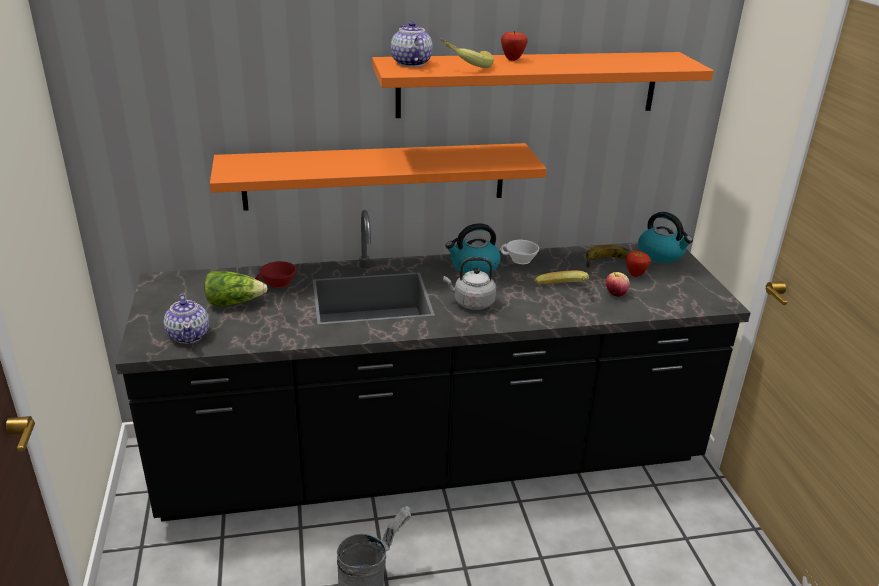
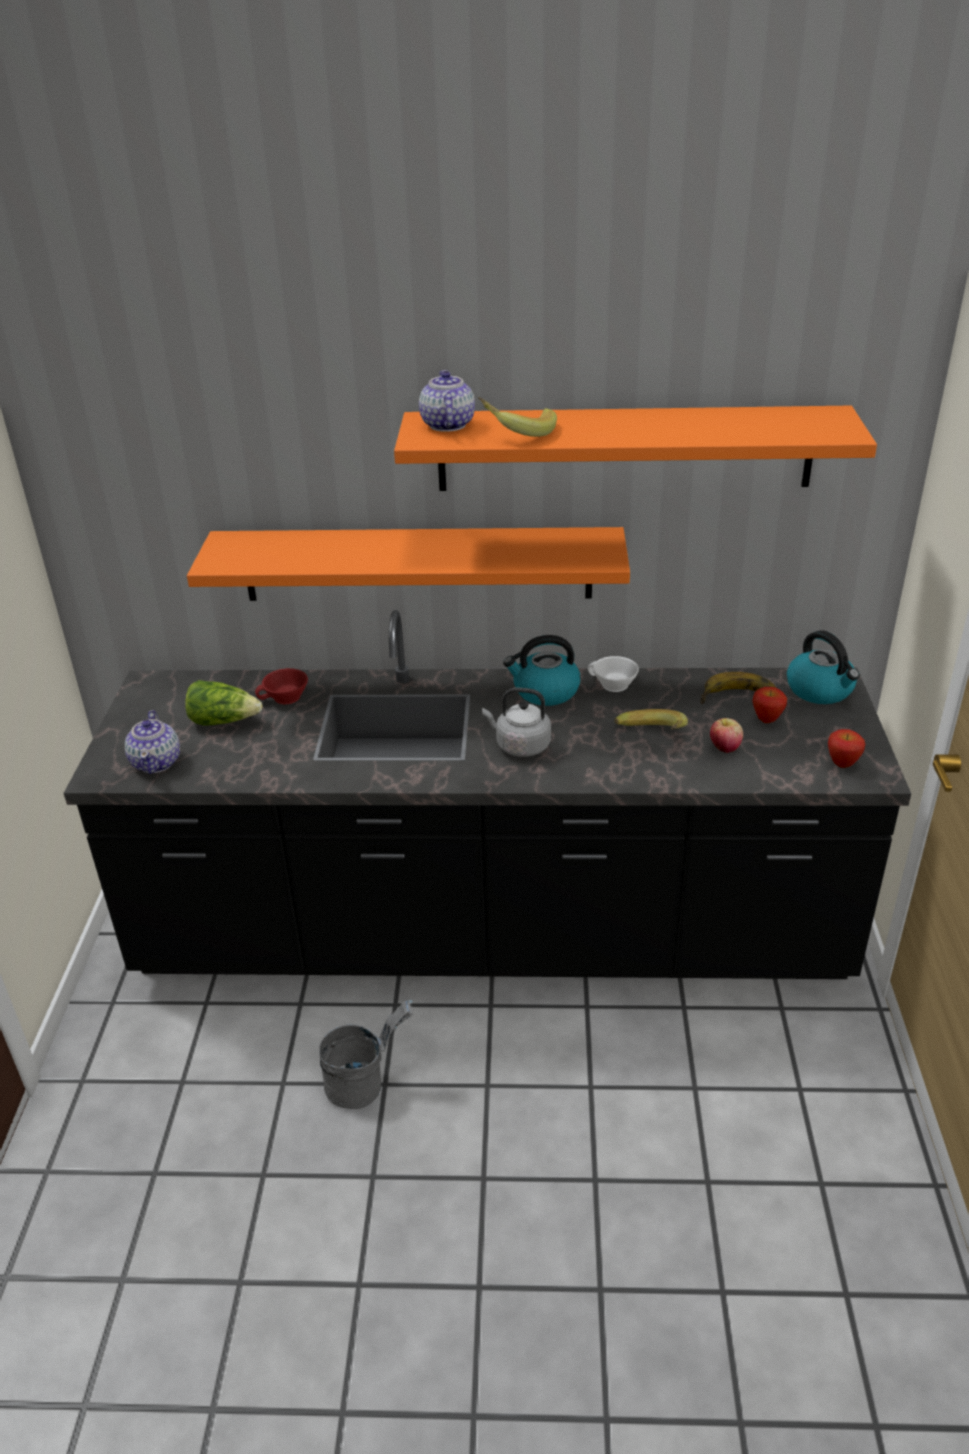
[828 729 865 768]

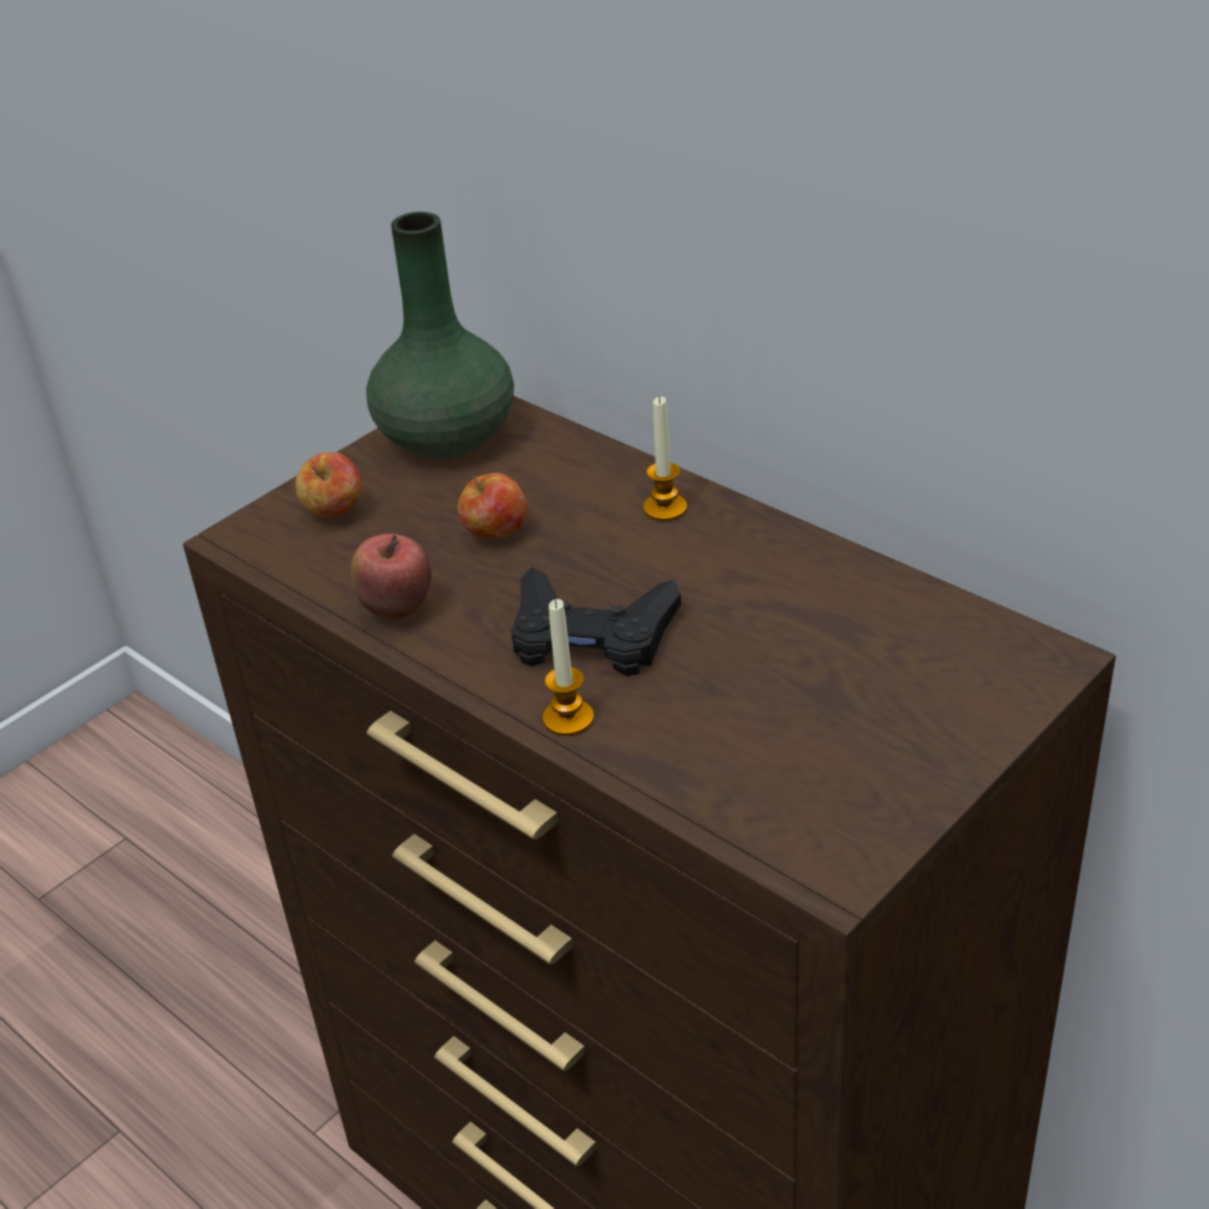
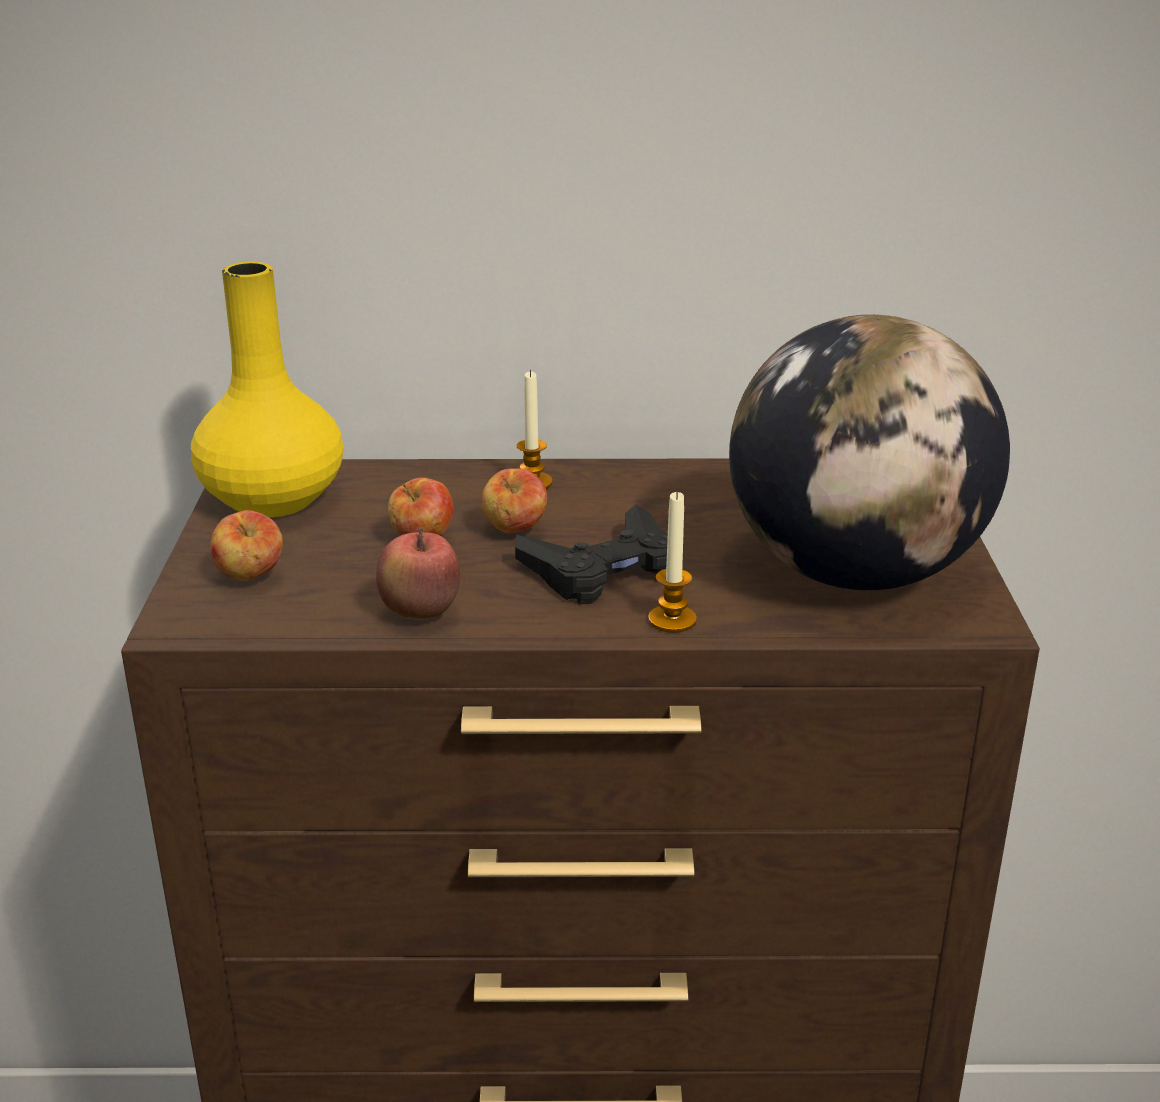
[191 262 344 518]
[729 315 1010 590]
[482 469 547 533]

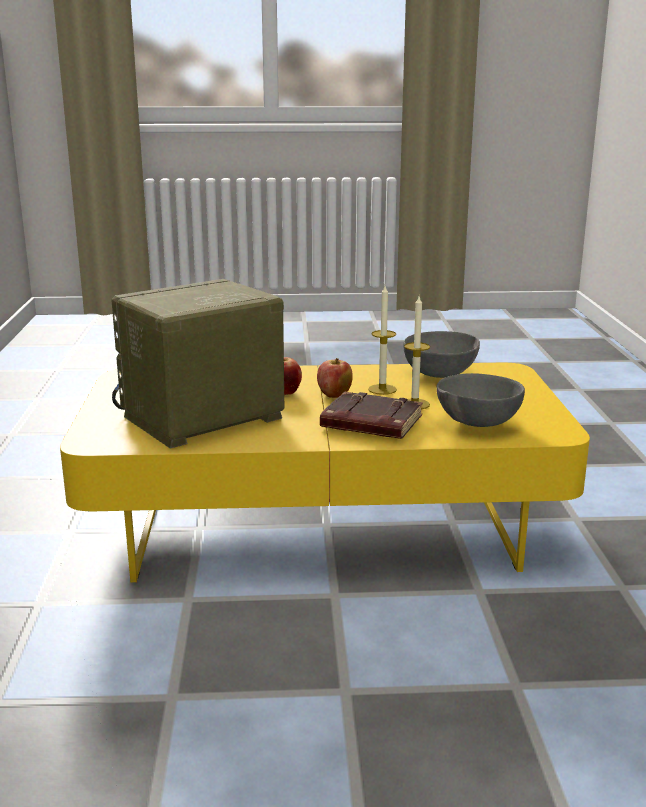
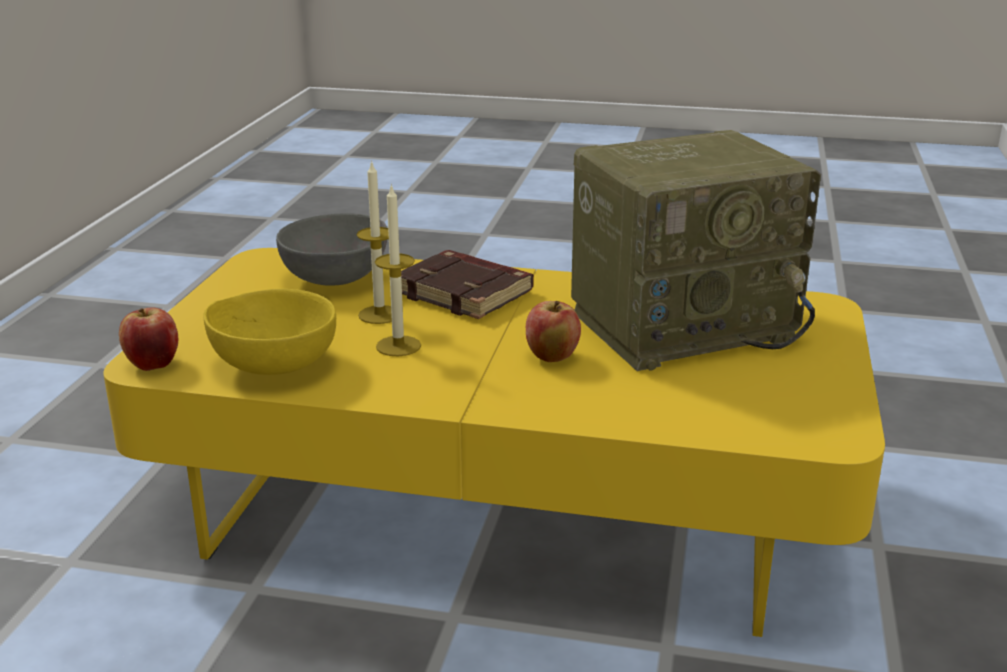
[203 289 336 375]
[119 307 178 371]

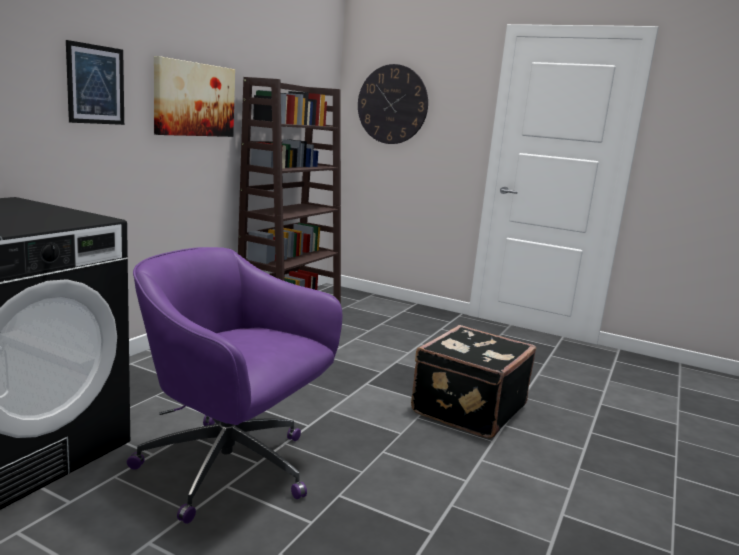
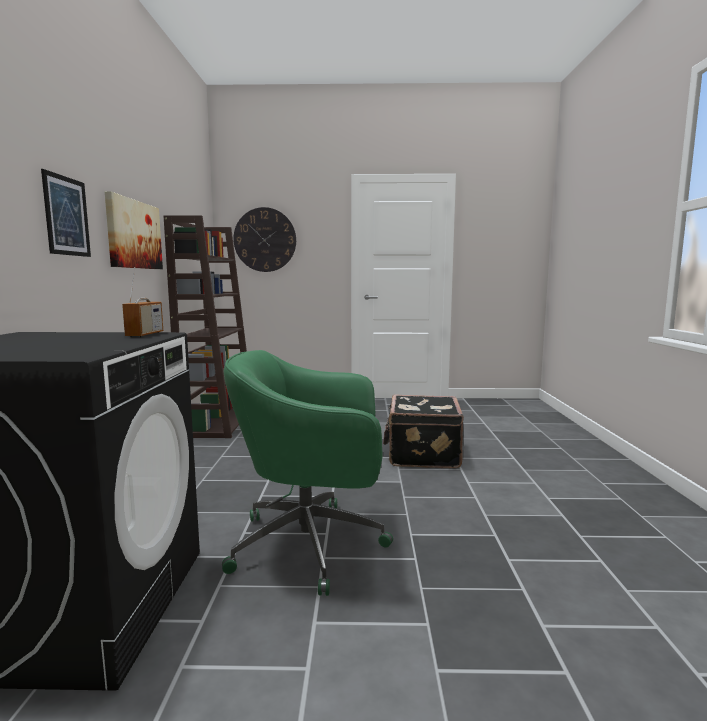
[222 350 393 596]
[122 267 163 337]

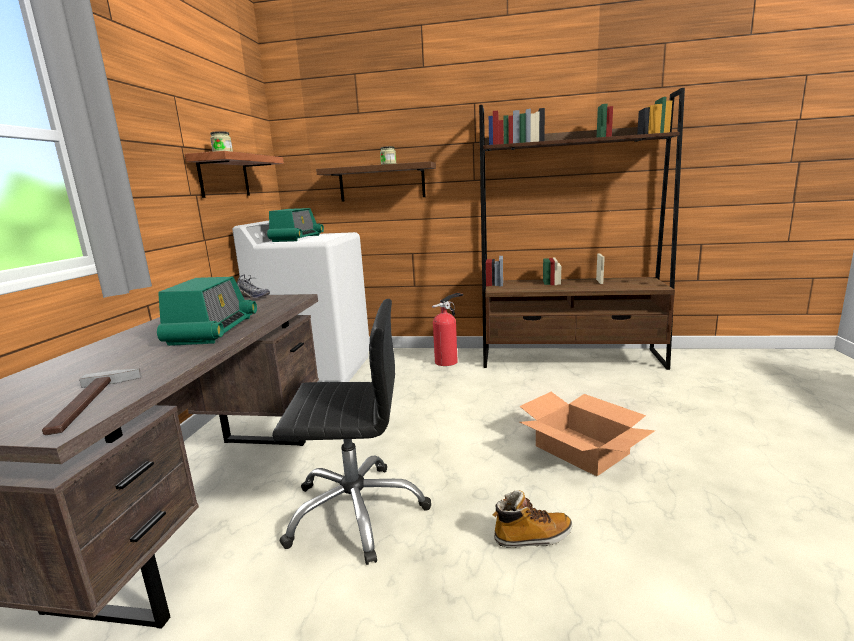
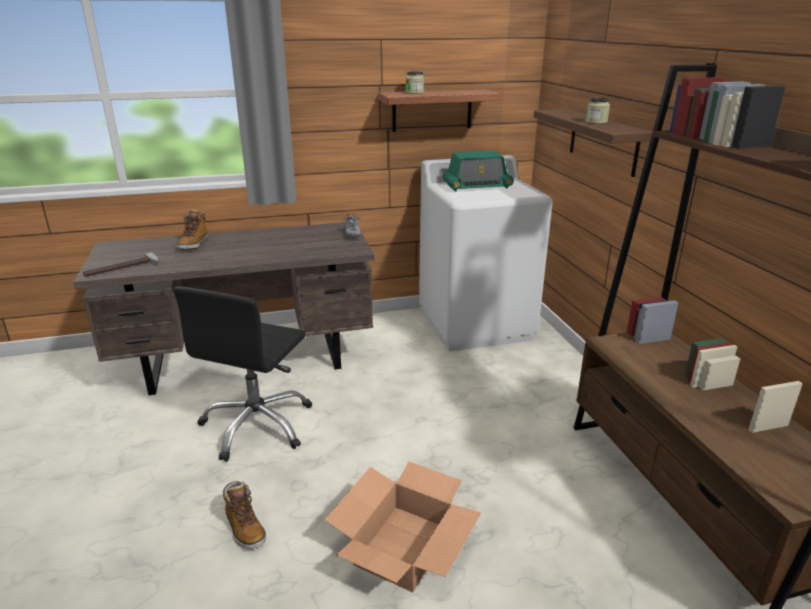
[157 277 257 346] (first image)
[432 293 463 366] (first image)
[174 287 312 461]
[176 209 209 250]

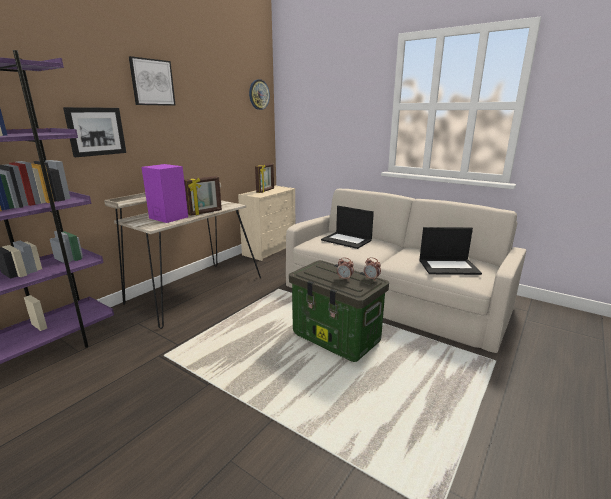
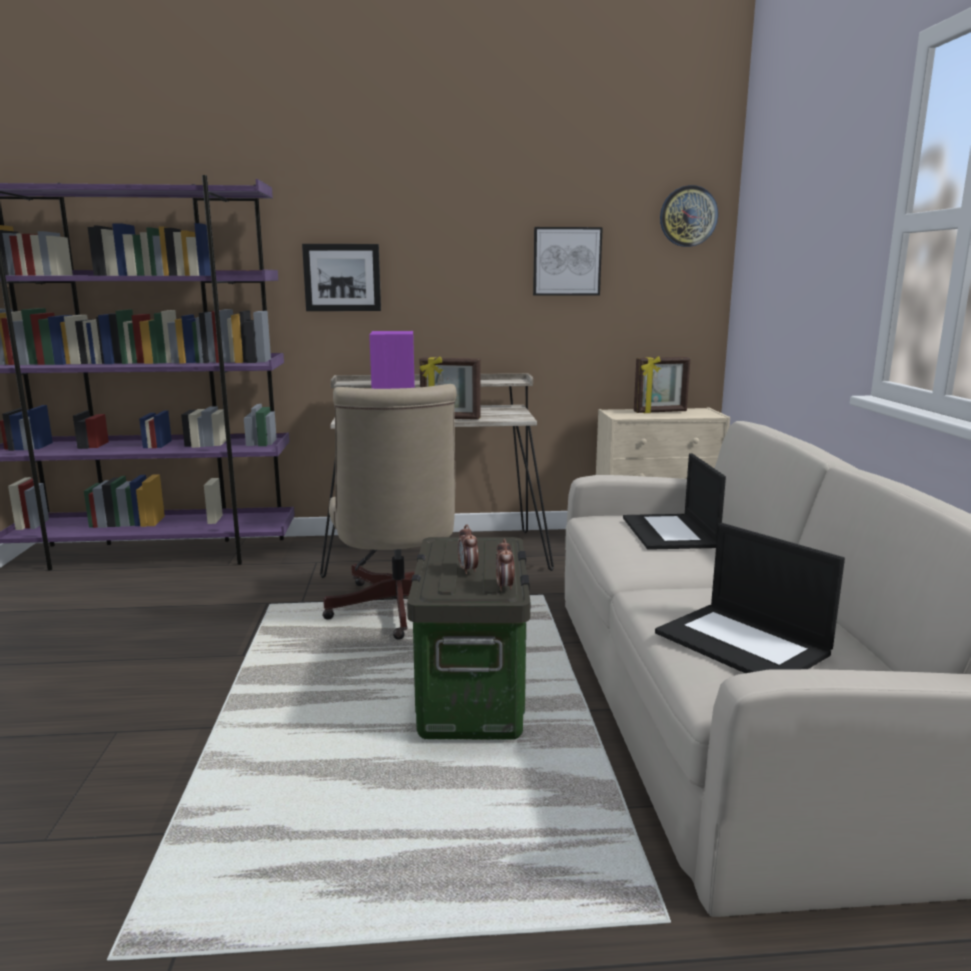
[533 227 603 296]
[322 384 457 640]

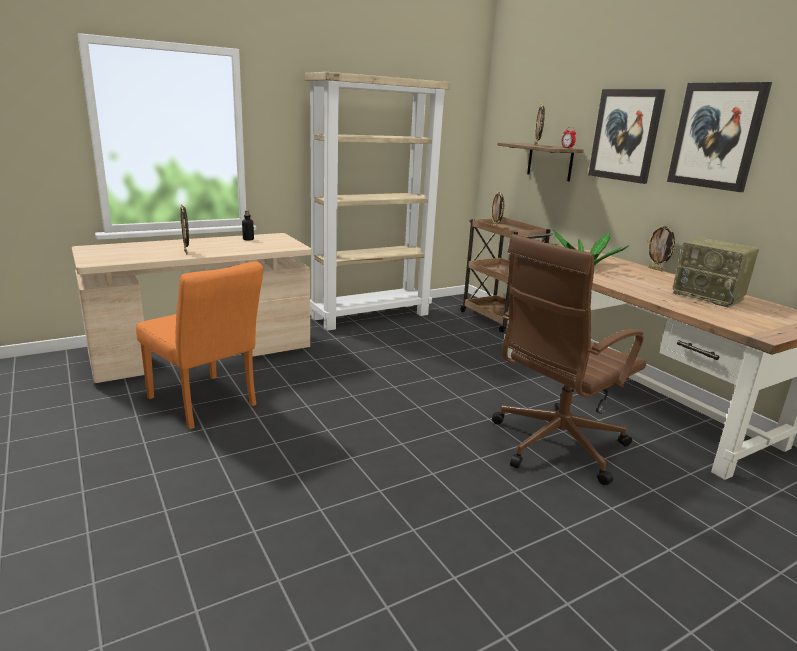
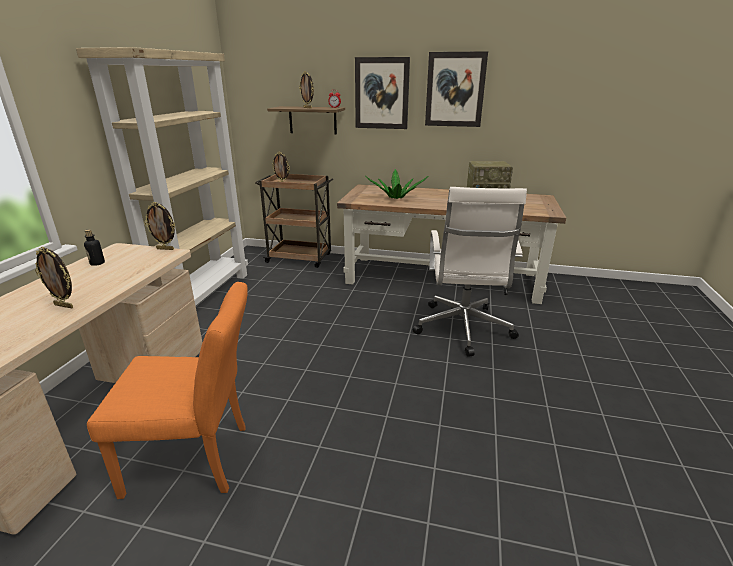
[144 202 175 250]
[413 187 527 357]

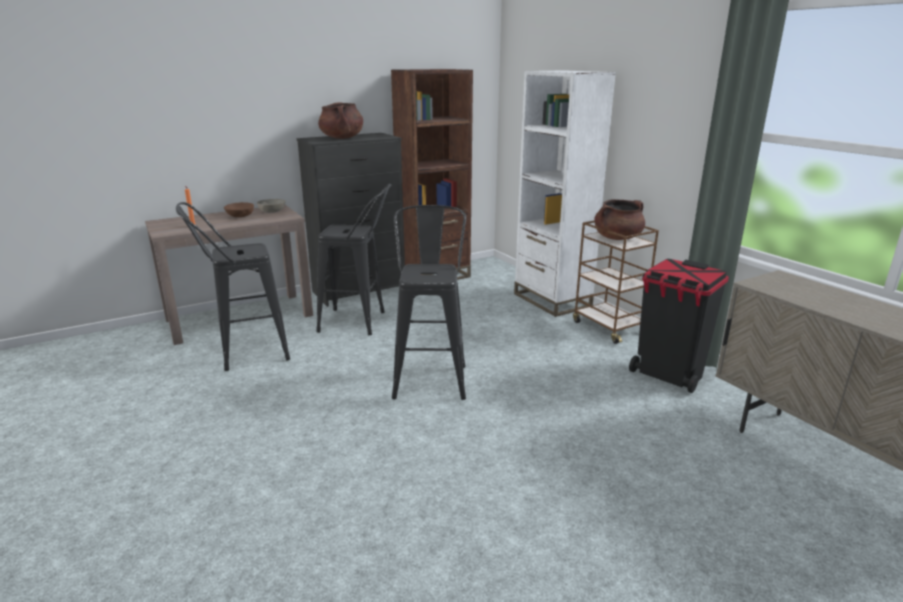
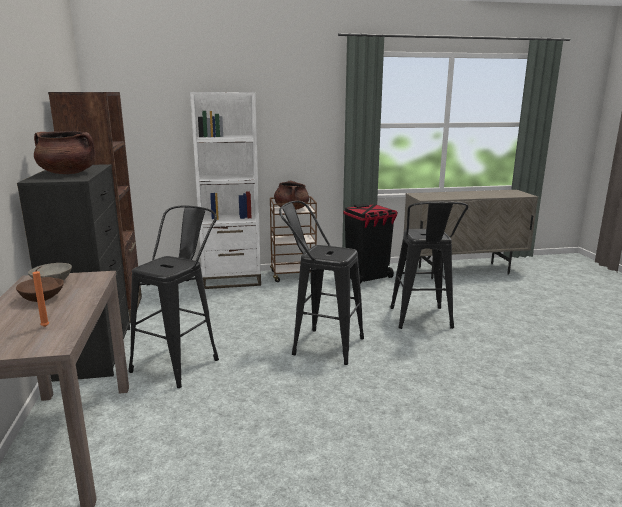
[390 202 468 329]

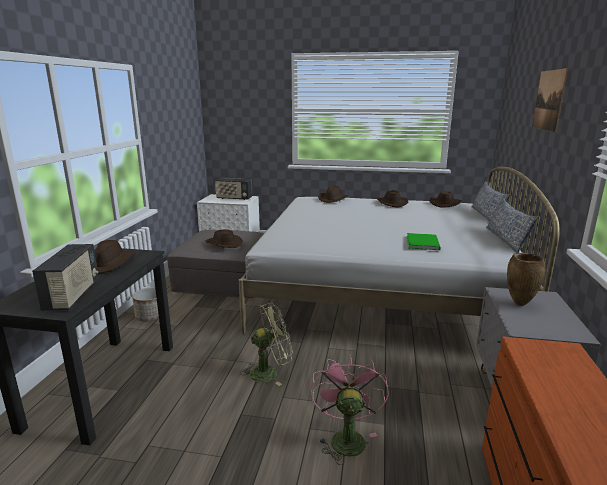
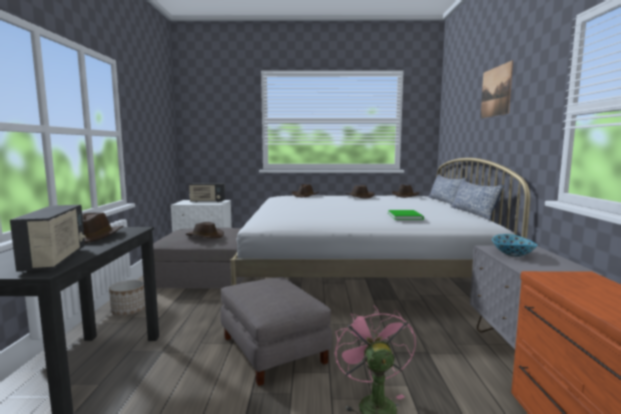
[492 234 538 257]
[220 277 332 386]

